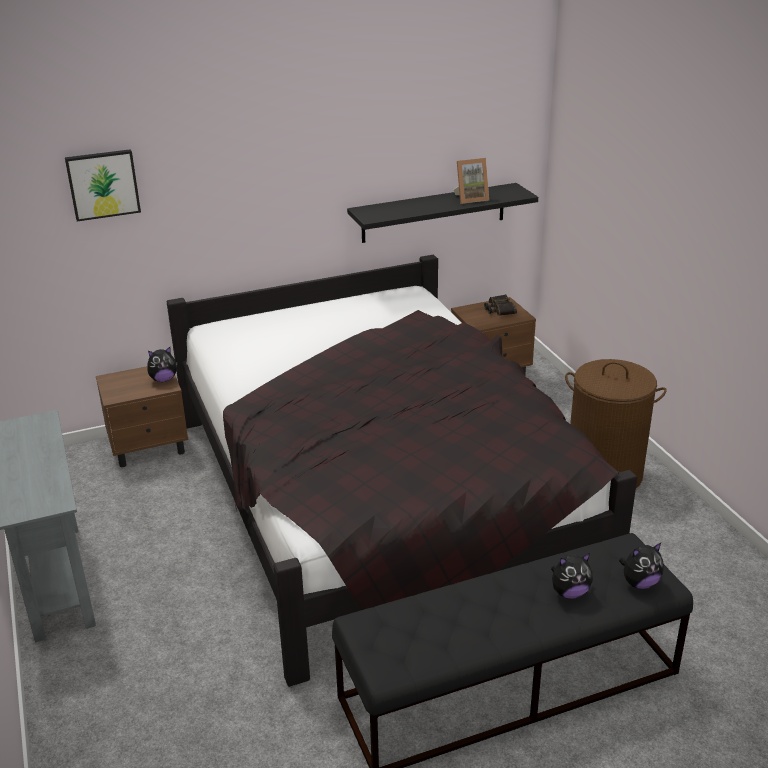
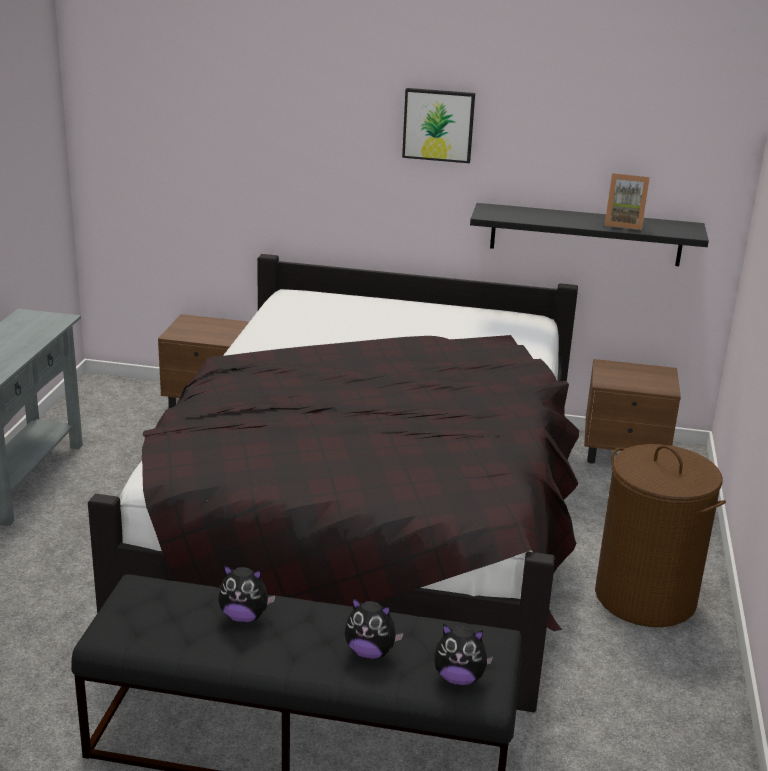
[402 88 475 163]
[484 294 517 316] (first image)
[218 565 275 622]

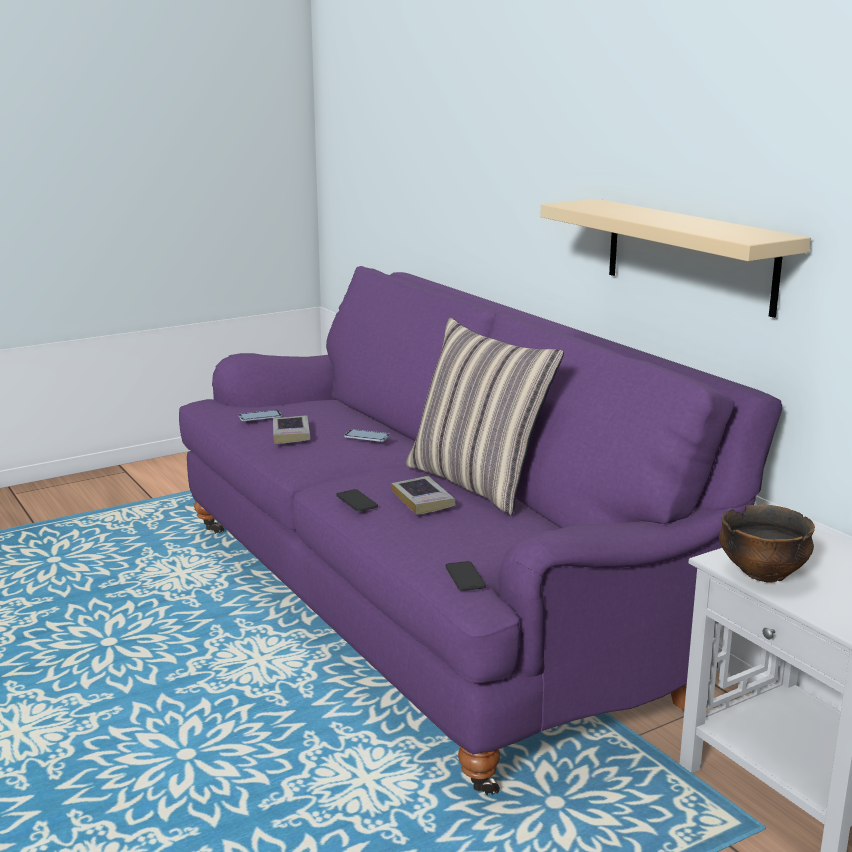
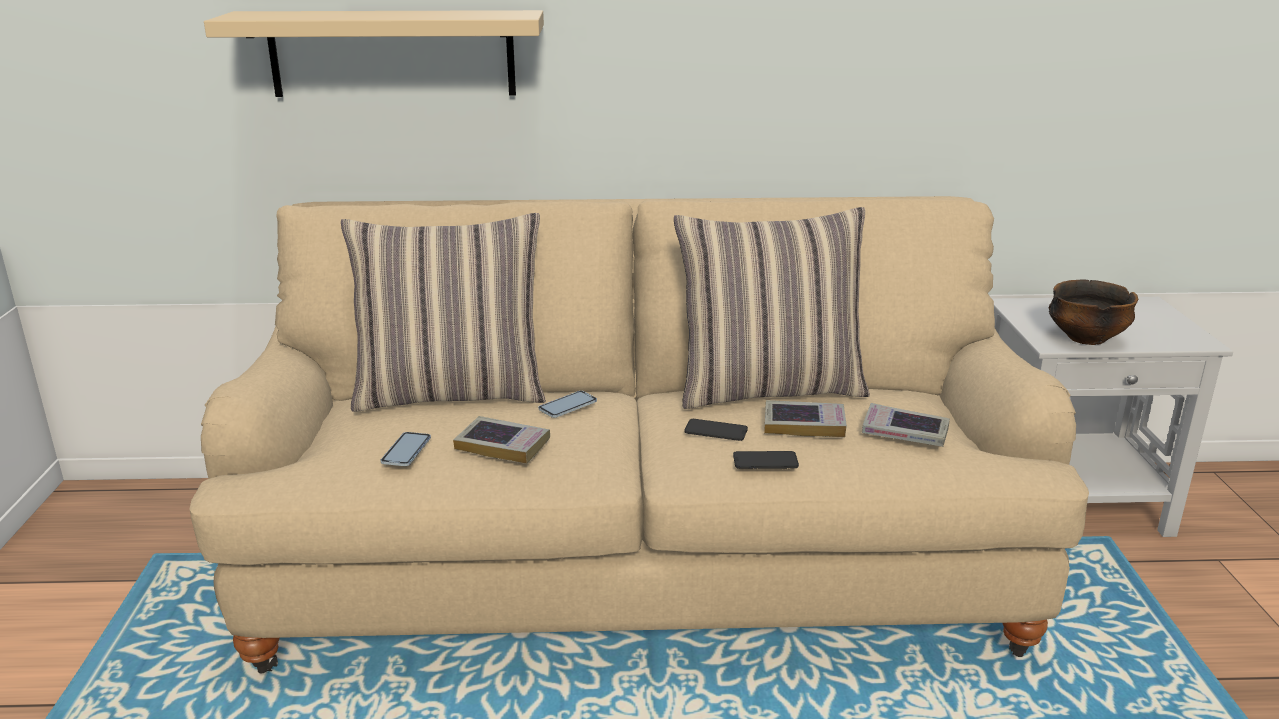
[204 10 544 97]
[189 196 1089 673]
[684 419 748 441]
[341 213 546 412]
[862 403 950 447]

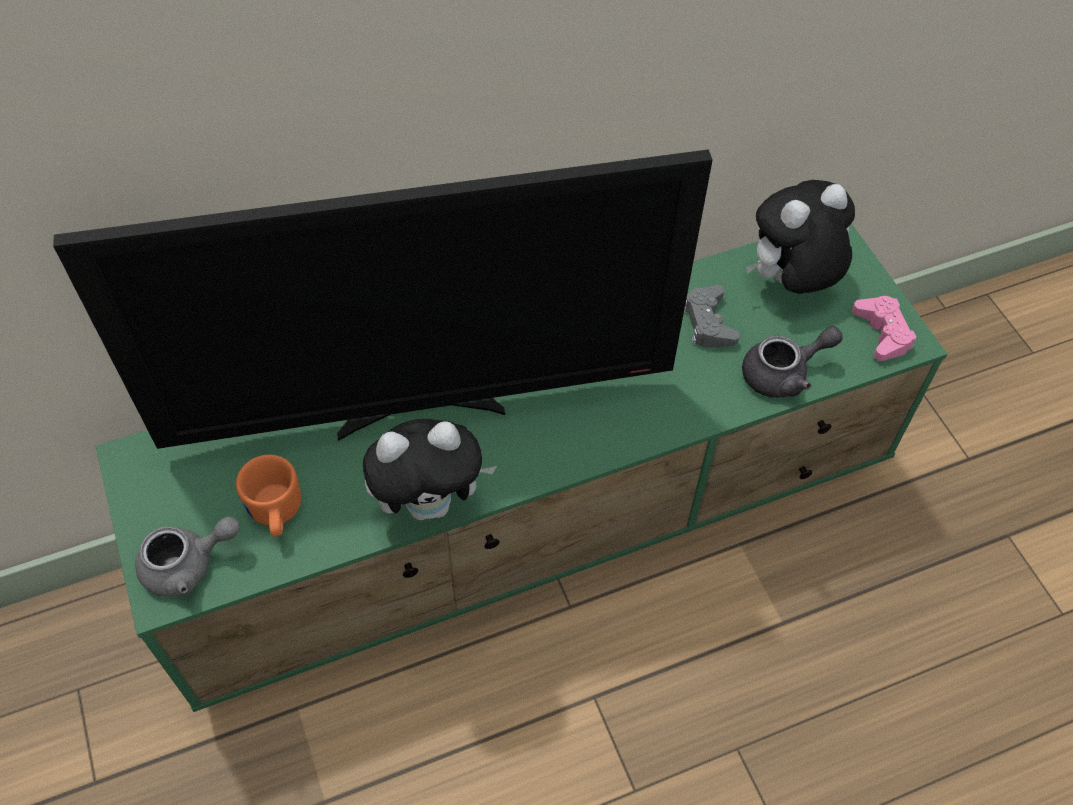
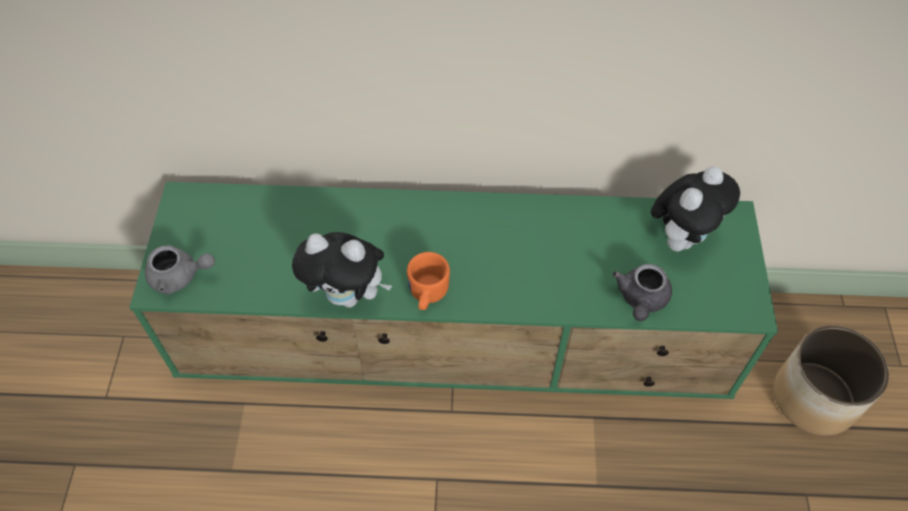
[53 149 713 449] (first image)
[651 166 740 251]
[684 285 740 348] (first image)
[852 296 917 361] (first image)
[613 264 672 321]
[407 252 450 310]
[774 326 889 436]

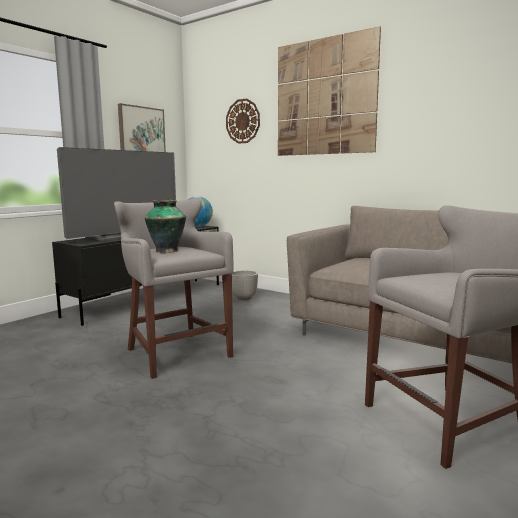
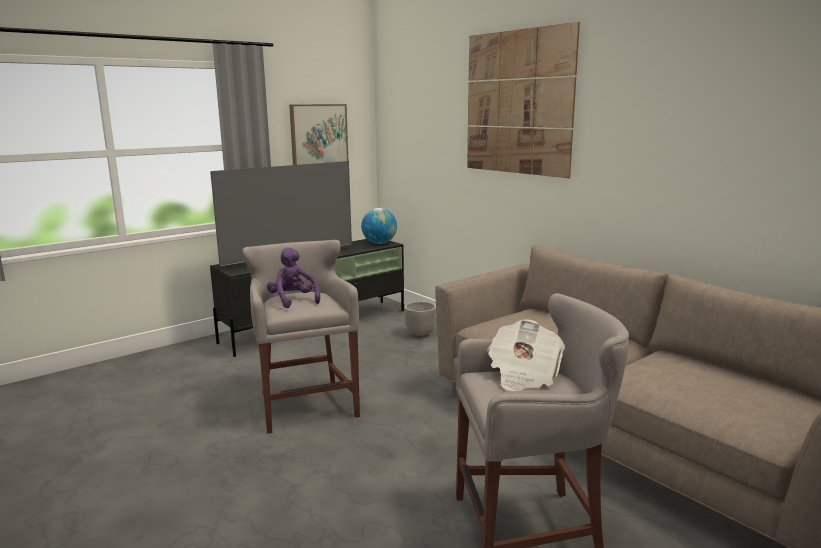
[226 98 260 144] (first image)
[267 247 320 308]
[488 319 565 391]

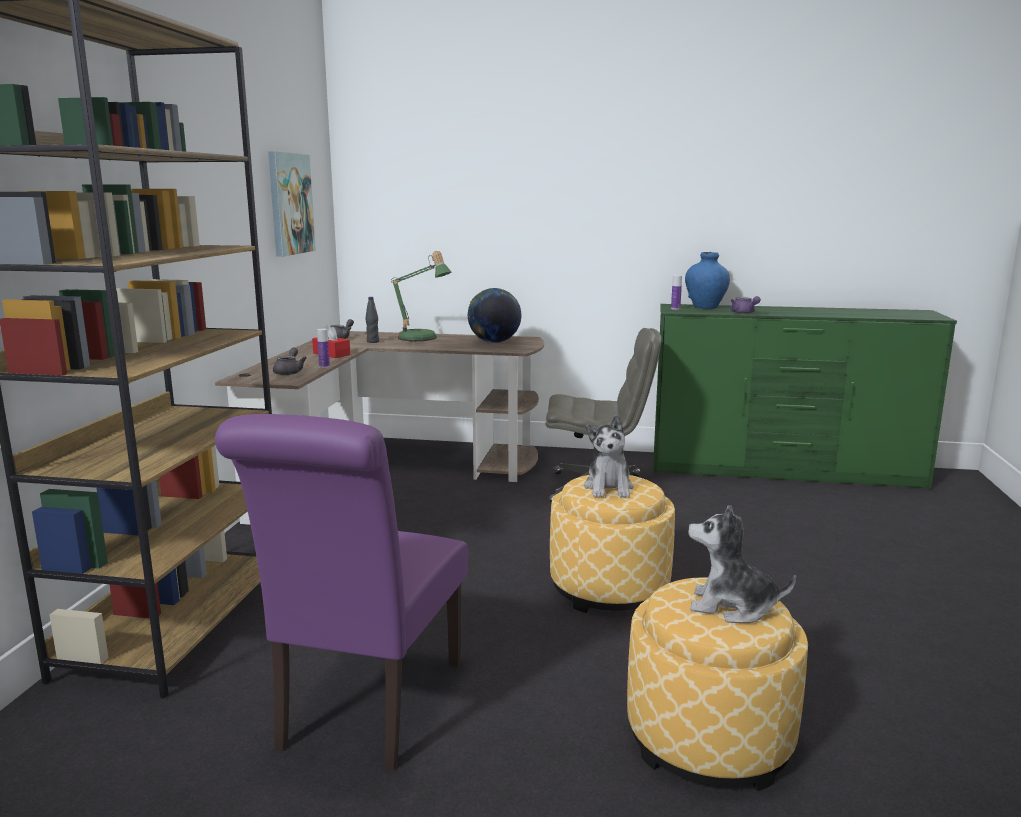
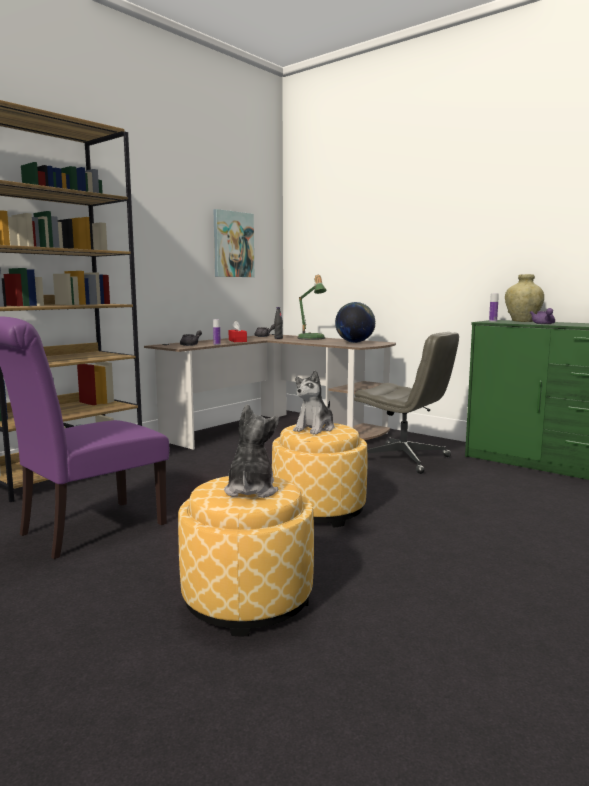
[505 274 544 322]
[224 404 280 498]

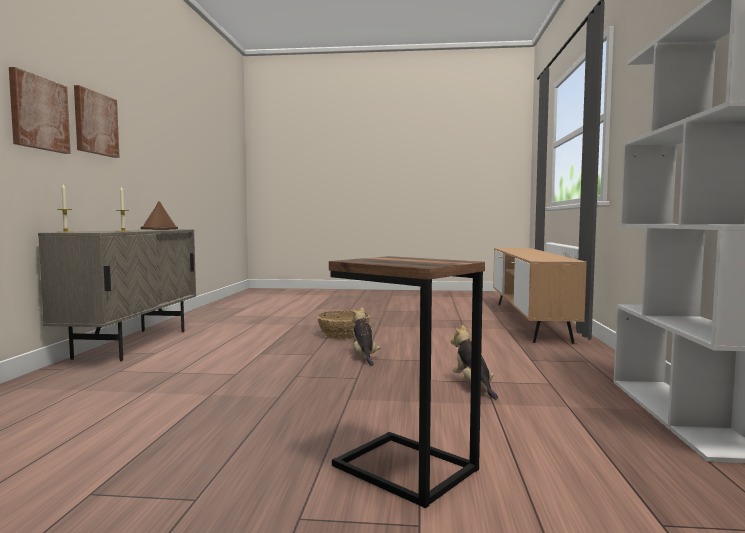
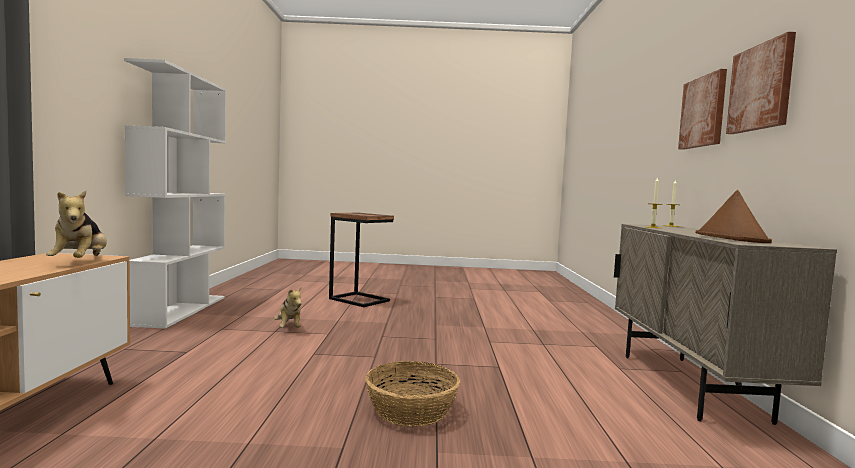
[46 191 107 258]

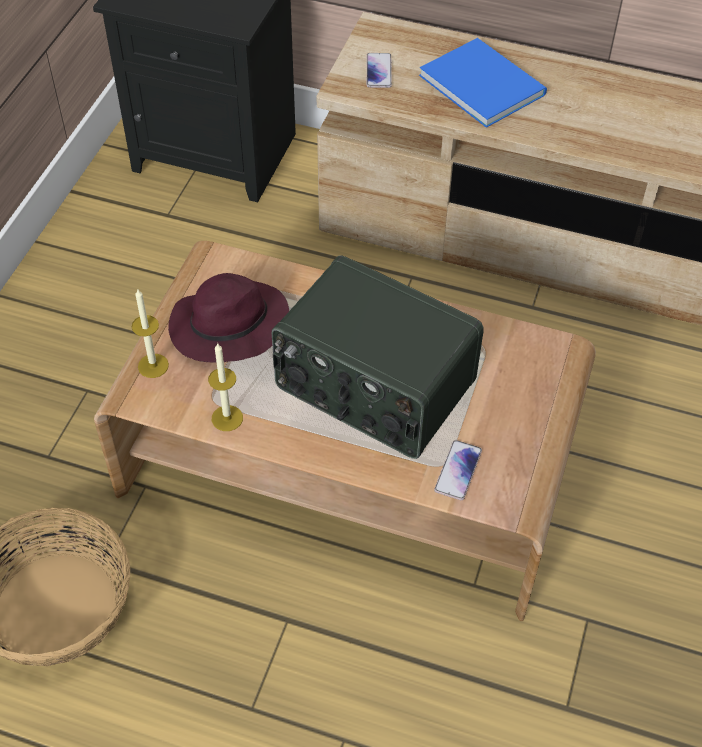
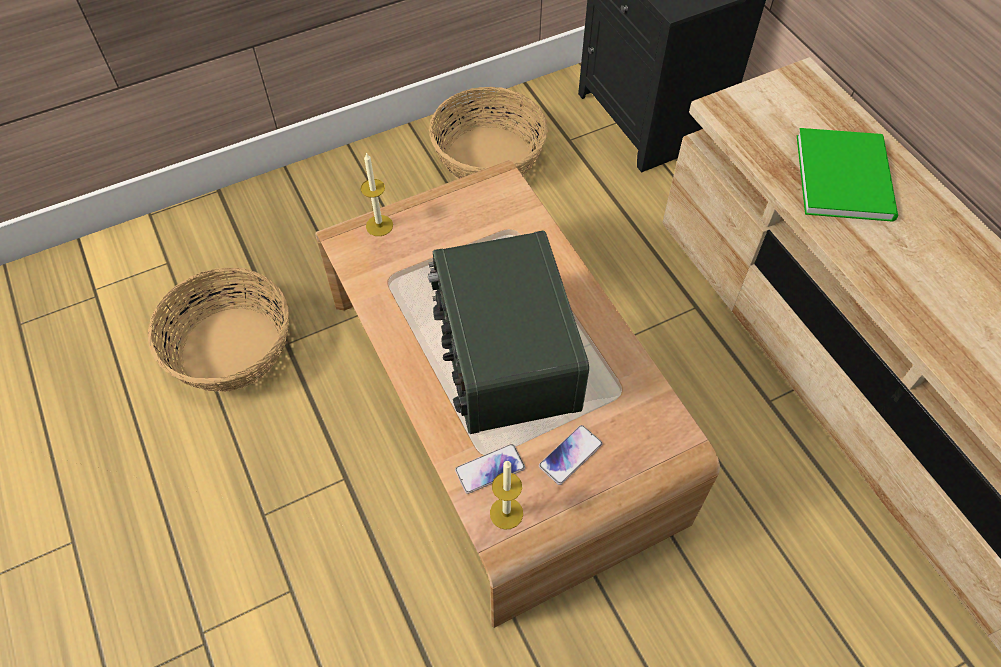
[797 128 898 222]
[539 425 603 485]
[168 273 289 362] (first image)
[490 460 523 530]
[429 87 548 179]

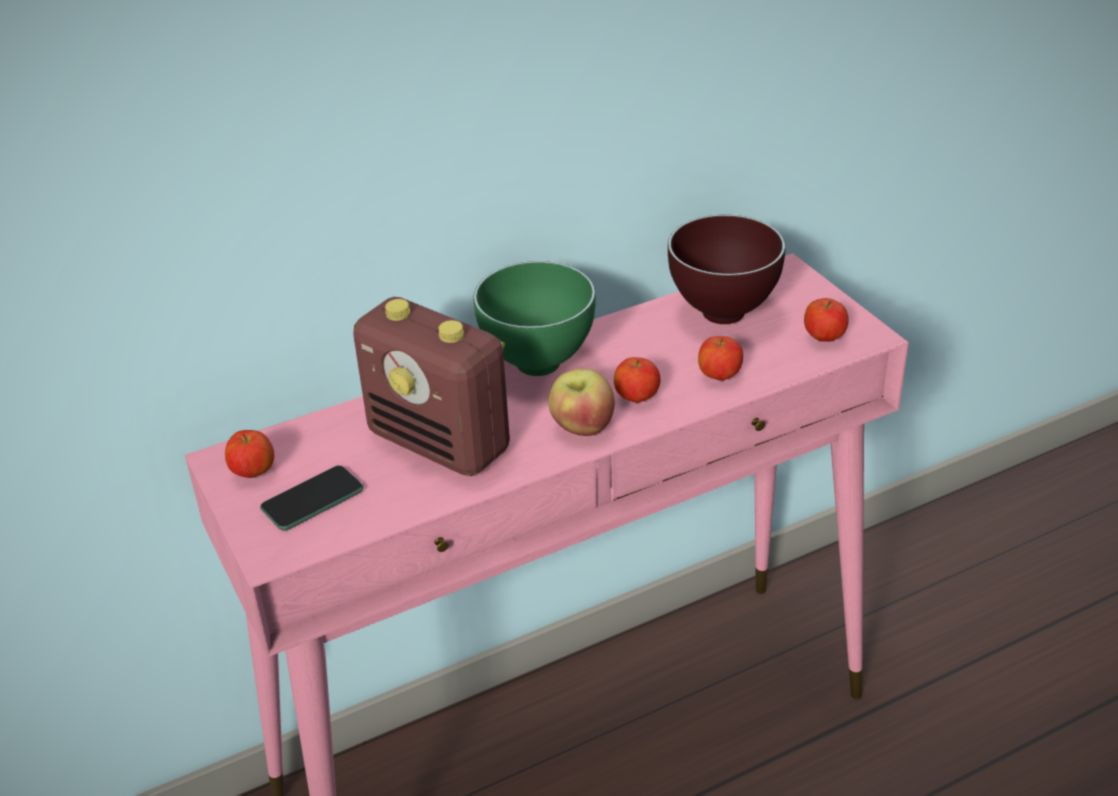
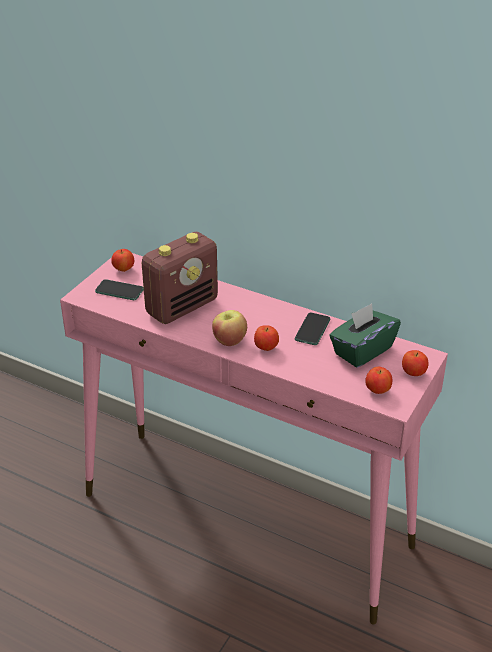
[329 303 401 368]
[473 261 596 376] (first image)
[142 232 218 324]
[402 350 428 376]
[295 313 330 345]

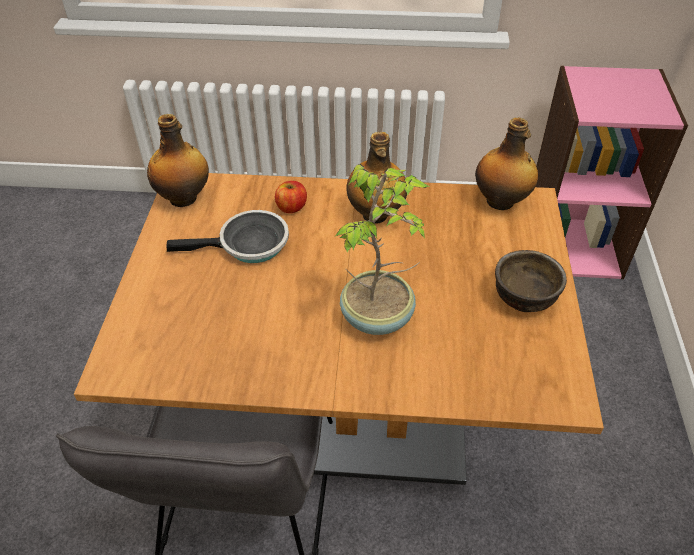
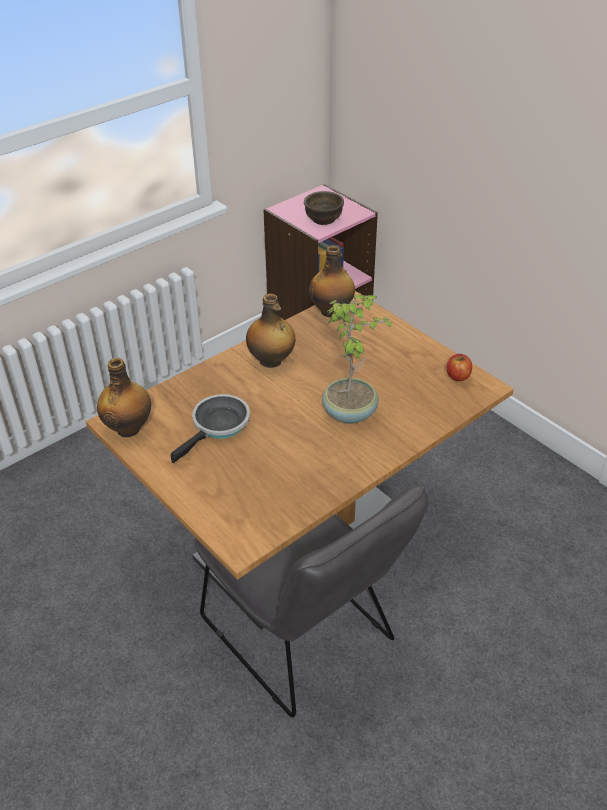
[447 354 472 381]
[304 191 344 225]

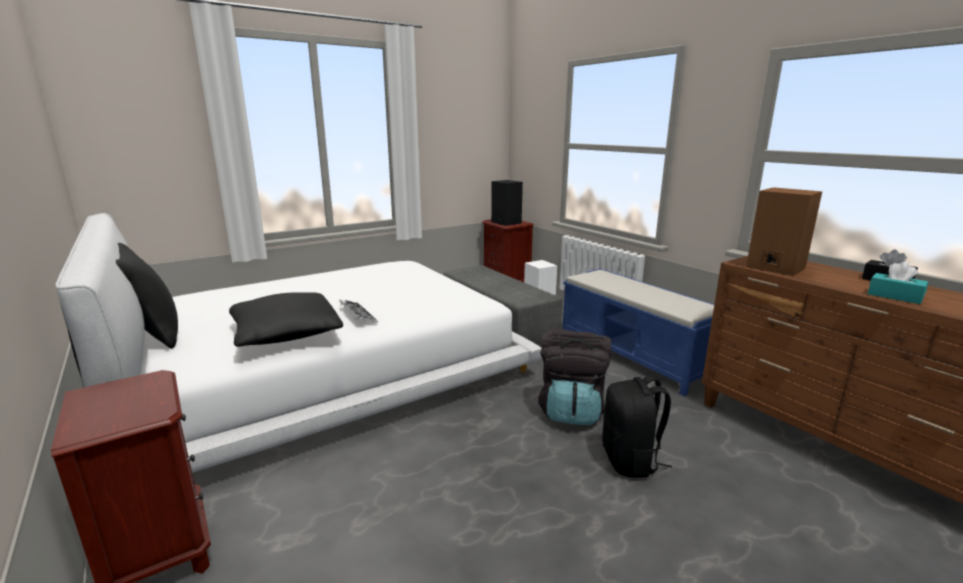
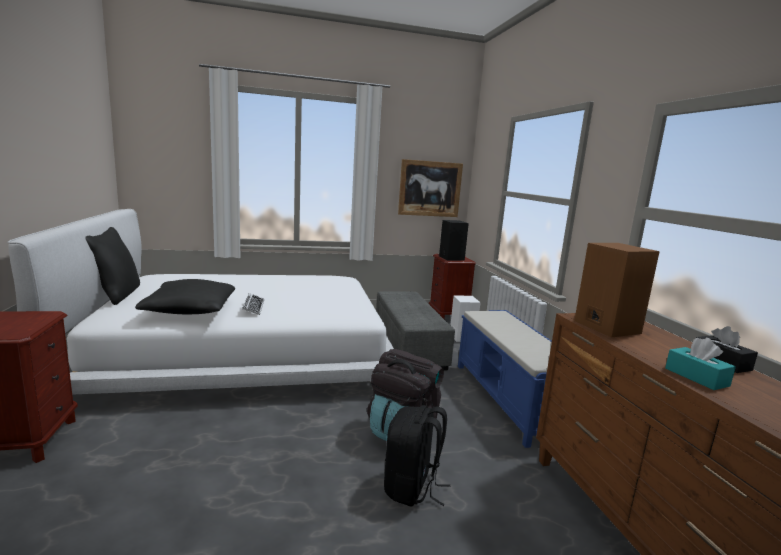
[398 159 463 217]

